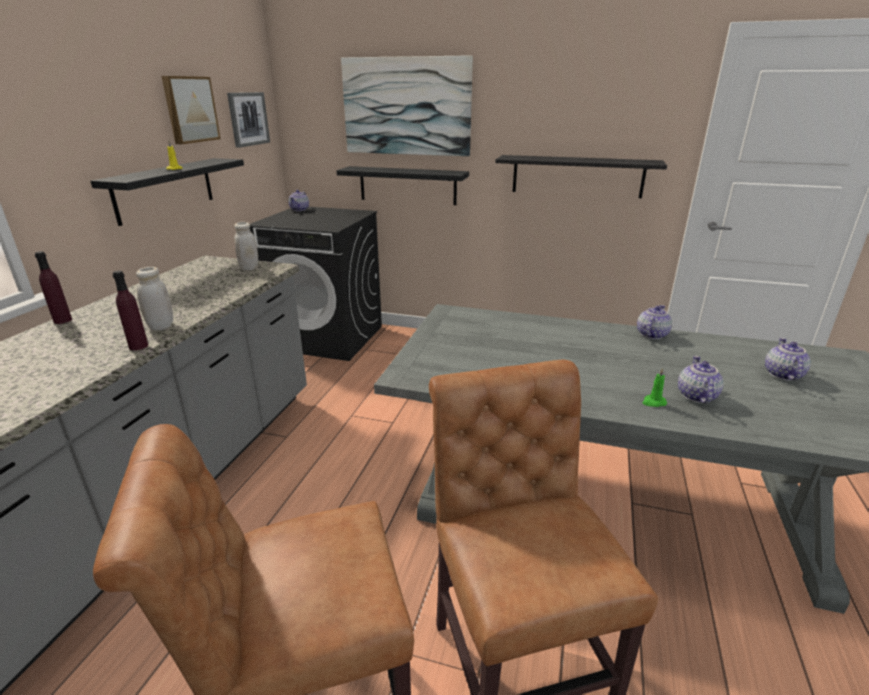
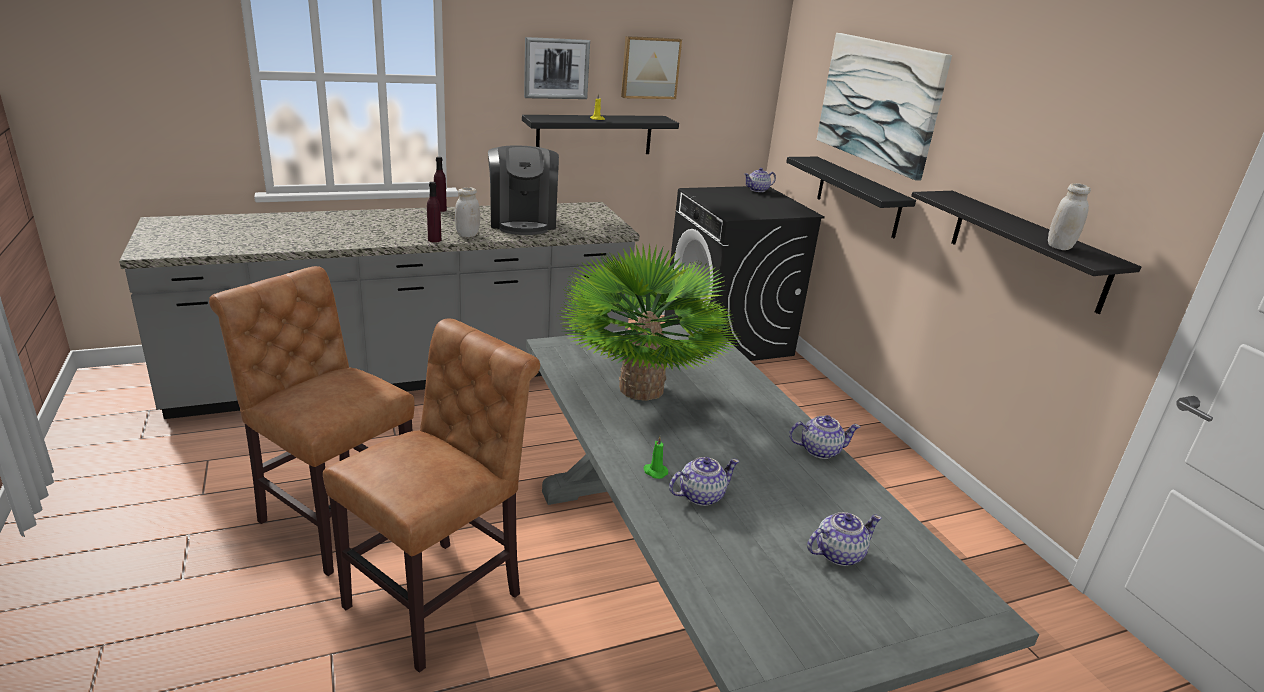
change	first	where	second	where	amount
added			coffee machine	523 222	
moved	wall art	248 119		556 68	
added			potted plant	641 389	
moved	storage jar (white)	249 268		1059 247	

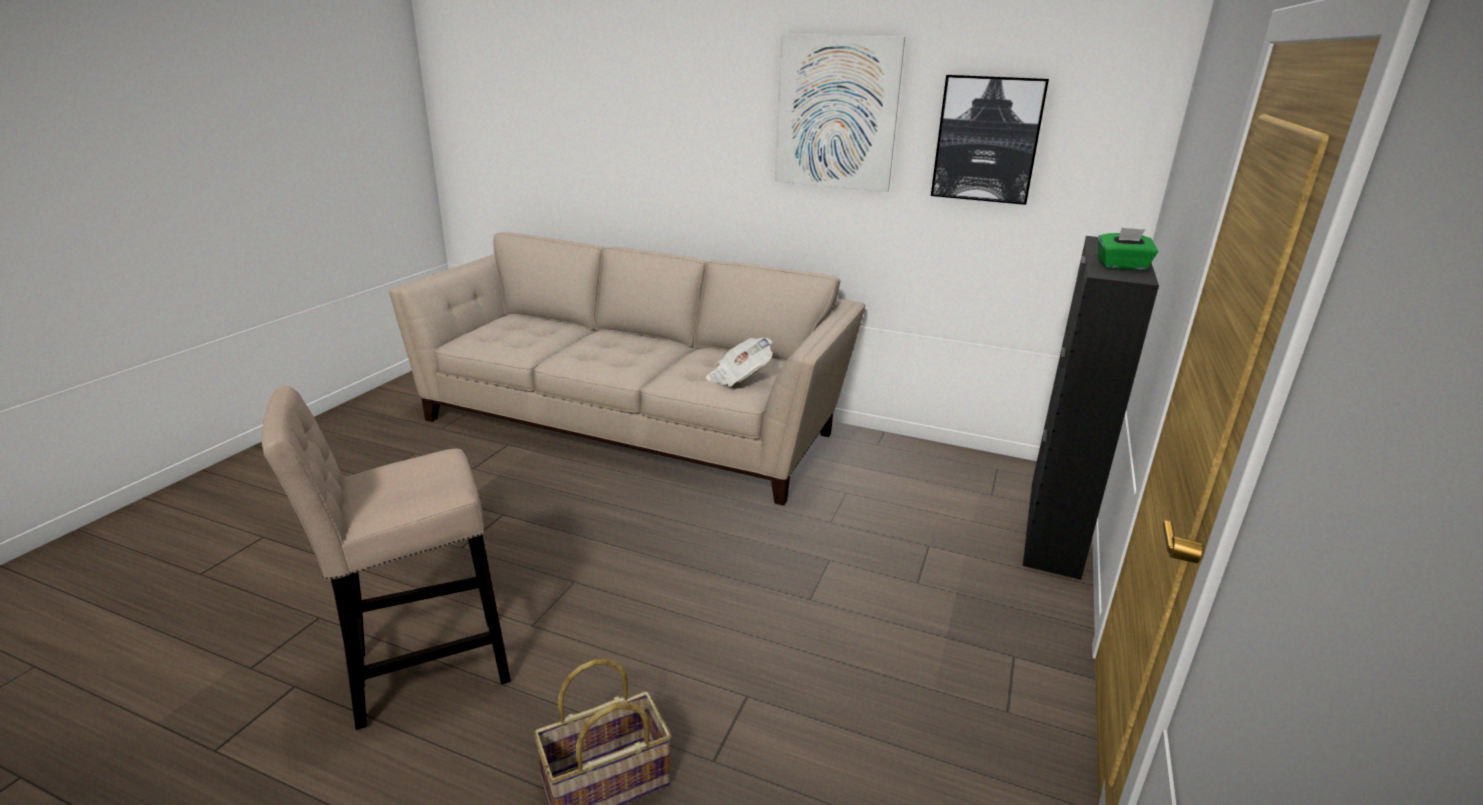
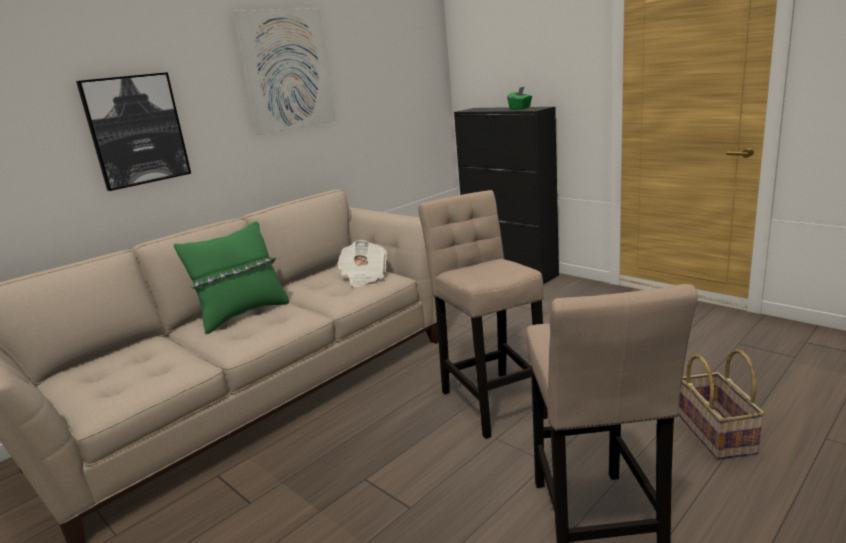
change	first	where	second	where	amount
moved	wall art	987 139		136 130	
added			throw pillow (green-coloured)	243 314	
added			stool (beige)	490 400	

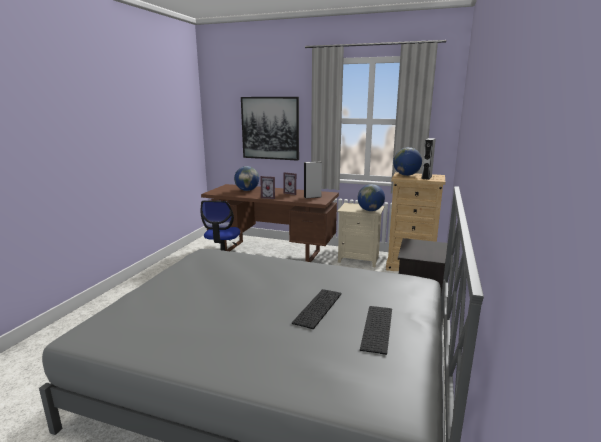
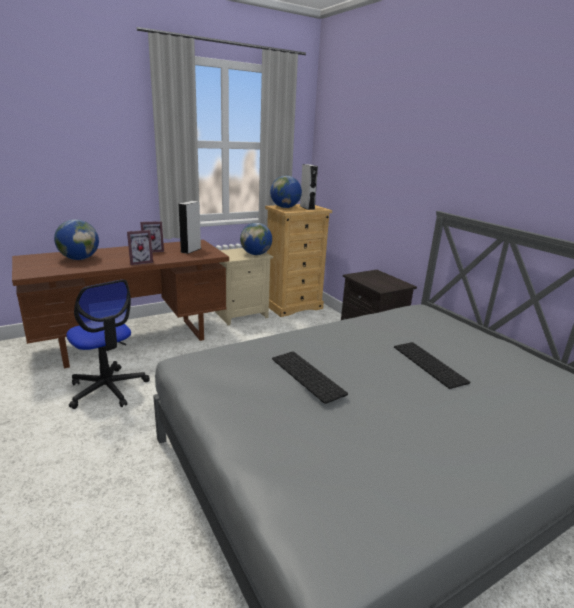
change	first	where	second	where	amount
moved	PC keyboard	378 329		309 376	
removed	wall art	270 128			

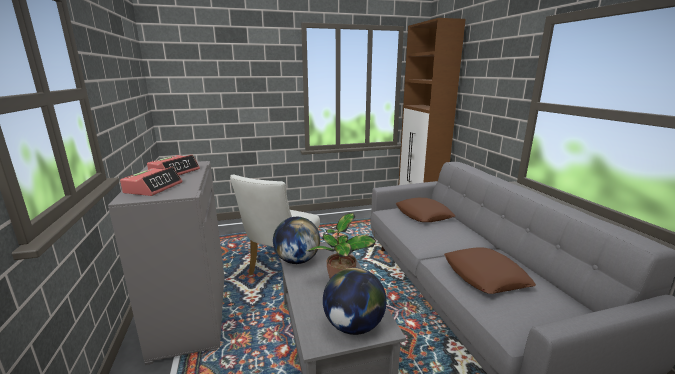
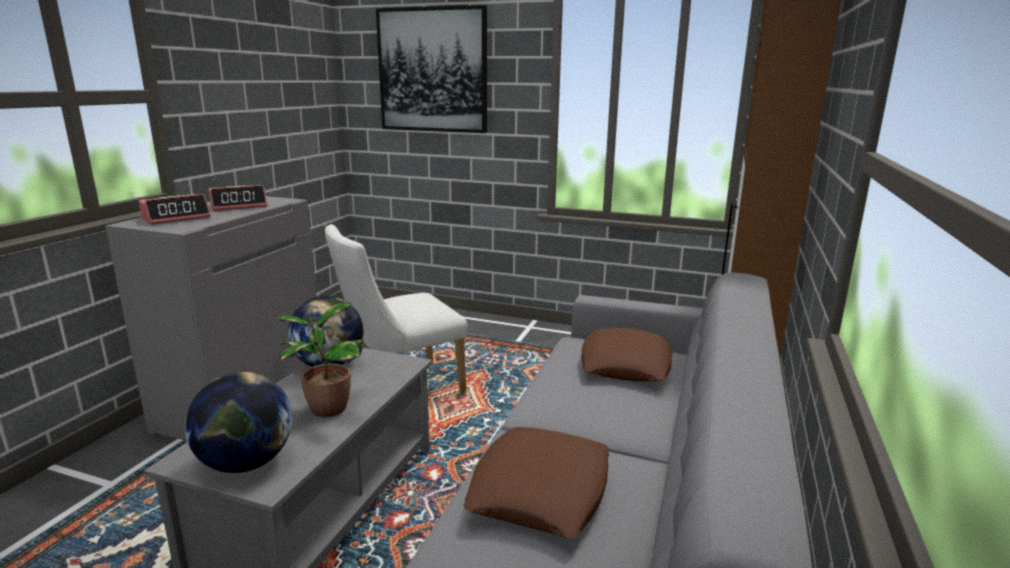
change	first	where	second	where	amount
added			wall art	432 70	

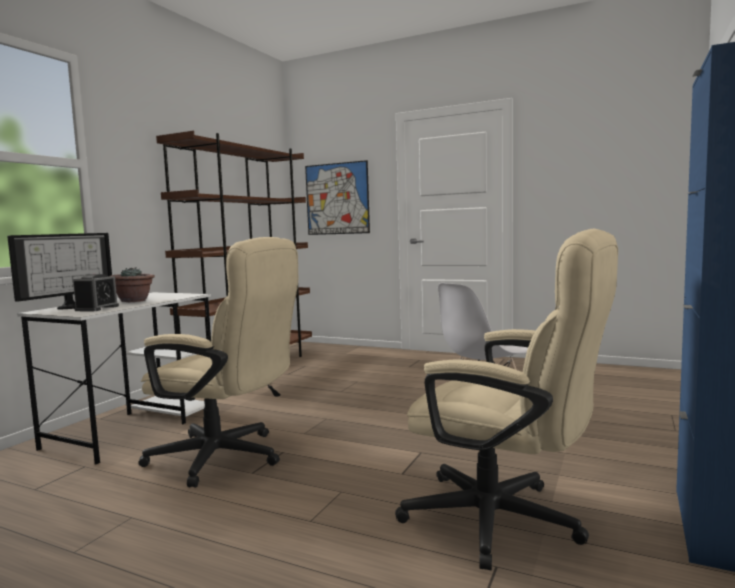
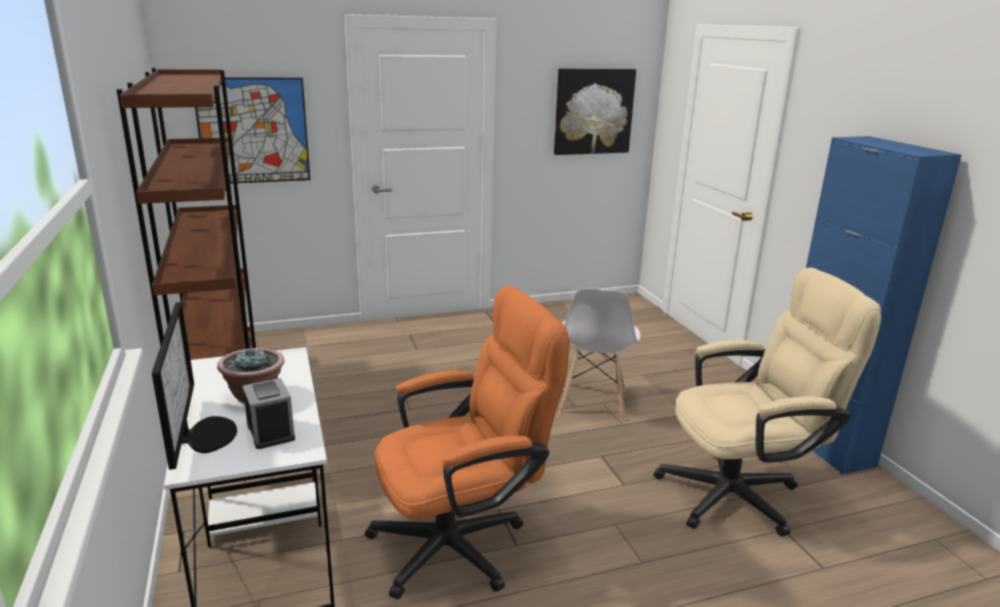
change	first	where	second	where	amount
recoloured	desk chair (beige)	227 458	desk chair (orangey)	463 542	
added			wall art	593 111	

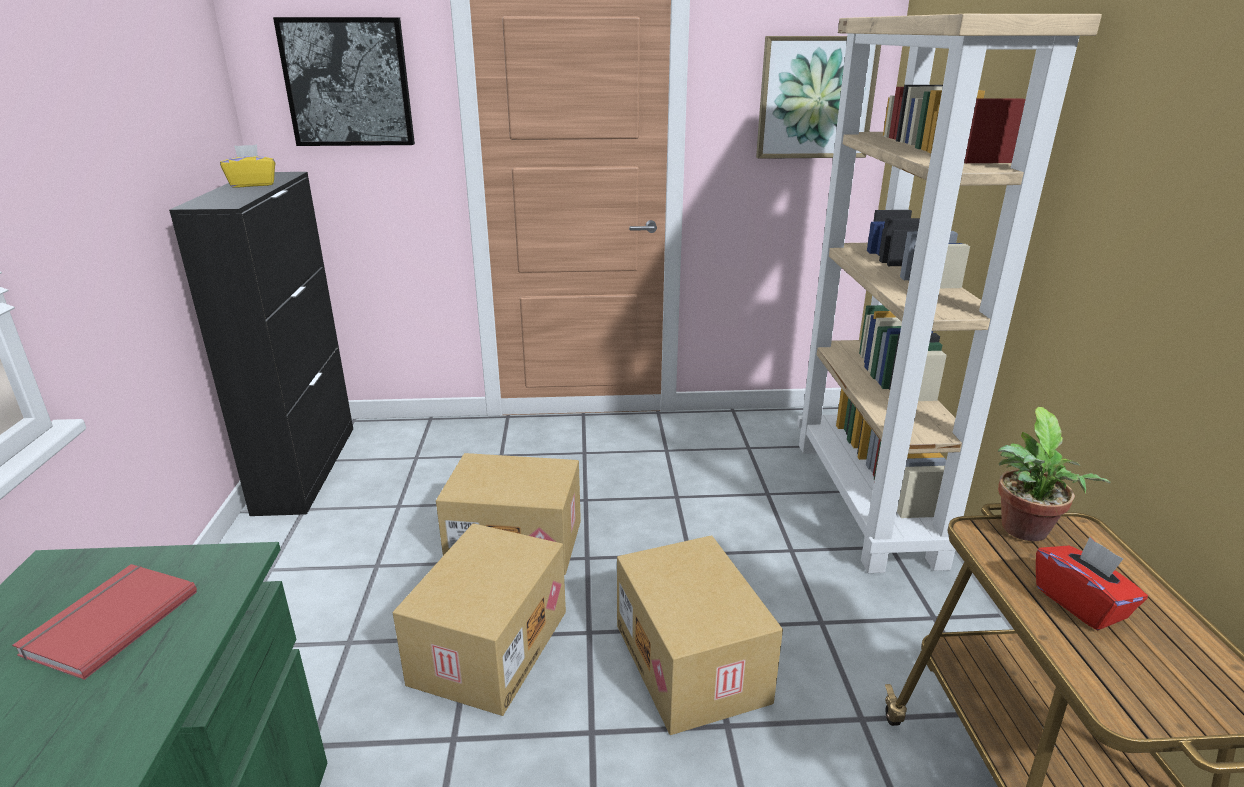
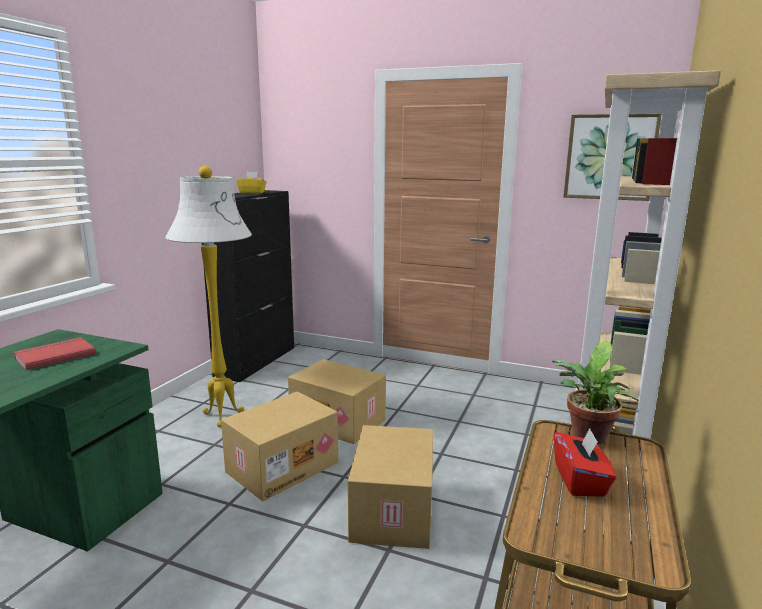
change	first	where	second	where	amount
added			floor lamp (white)	223 416	
removed	wall art	348 83			

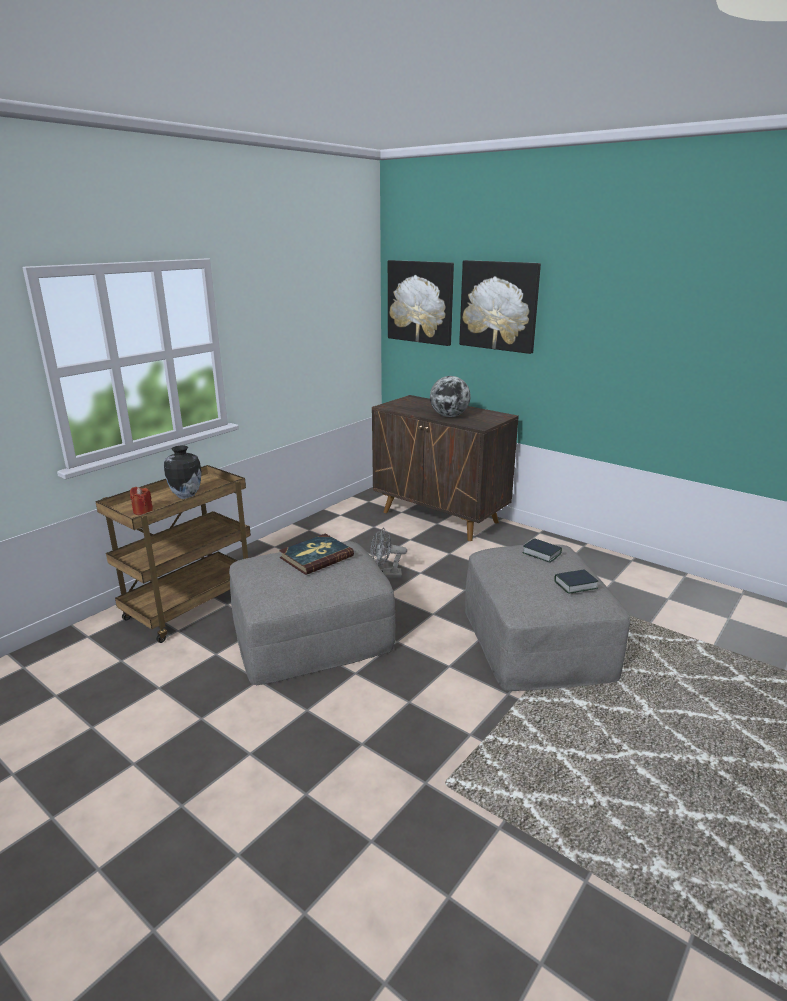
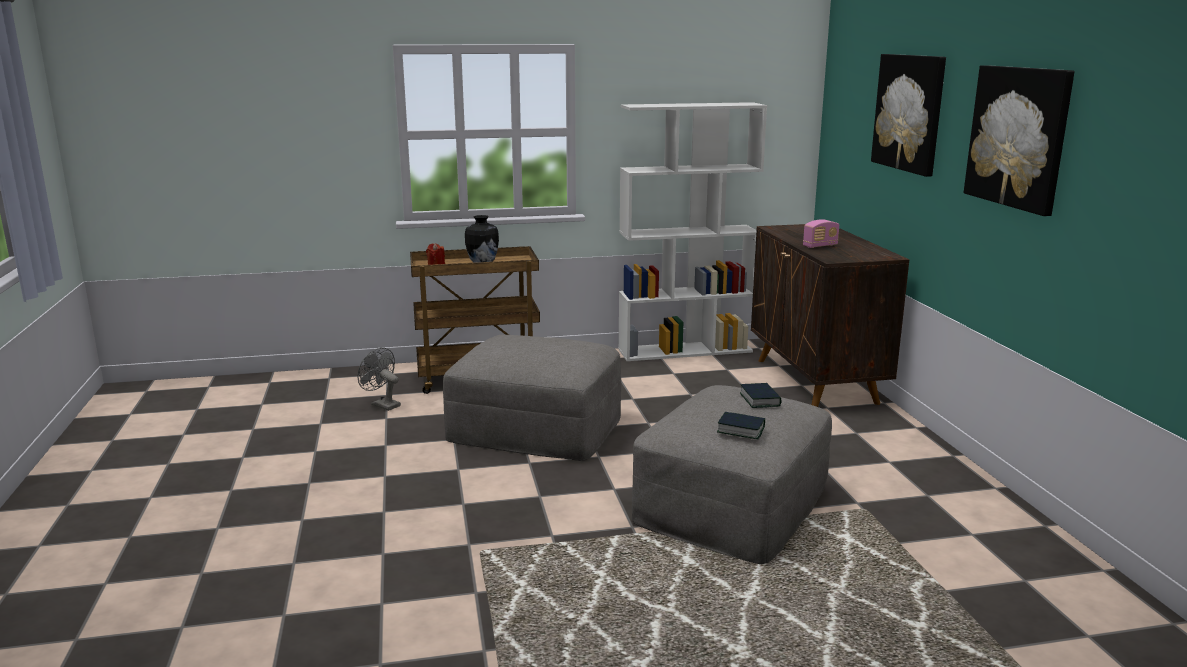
change	first	where	second	where	amount
moved	electric fan (gray)	385 575		382 404	
added			bookshelf (white)	685 350	
replaced	desk globe	449 416	radio	820 246	
moved	wall art	420 302		1018 137	
removed	book	316 557			

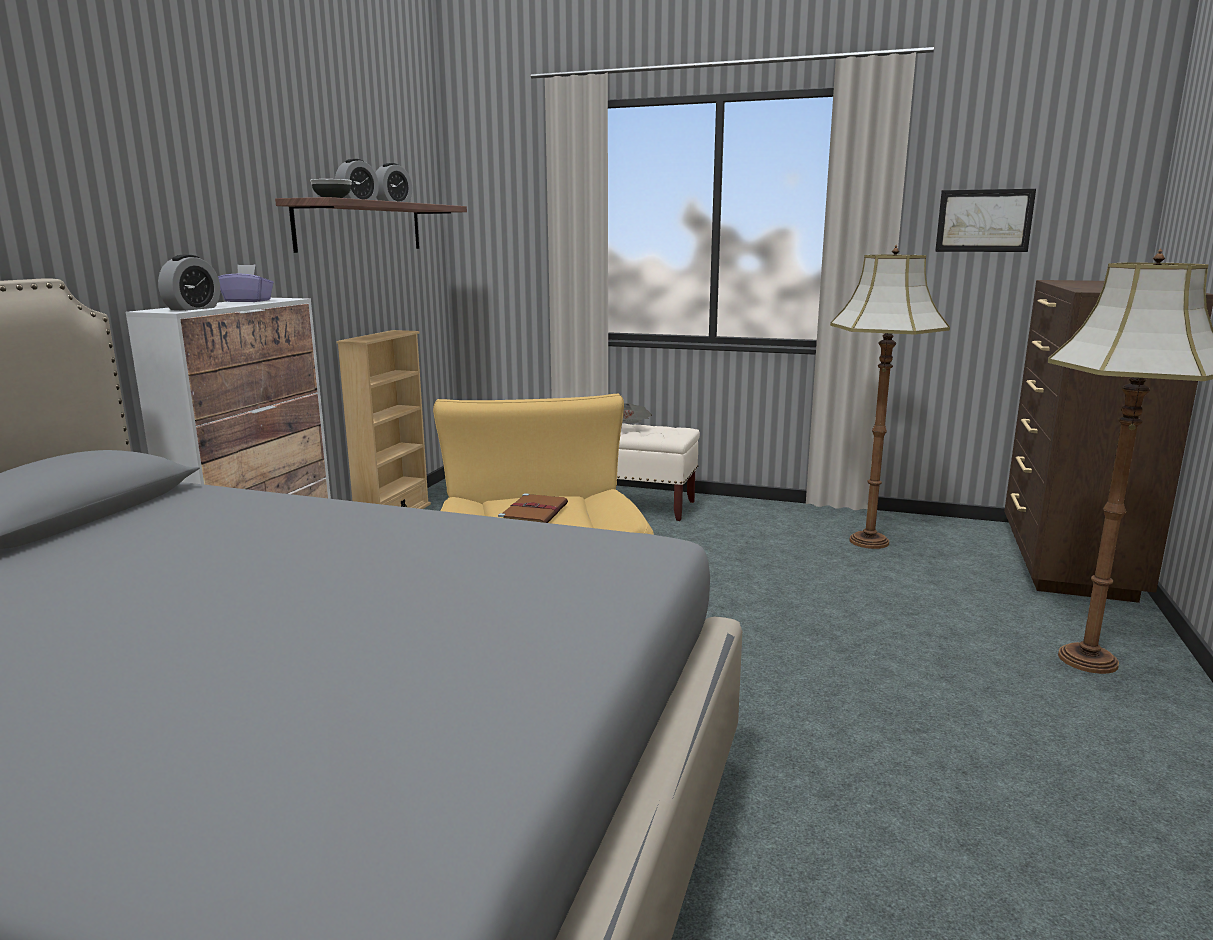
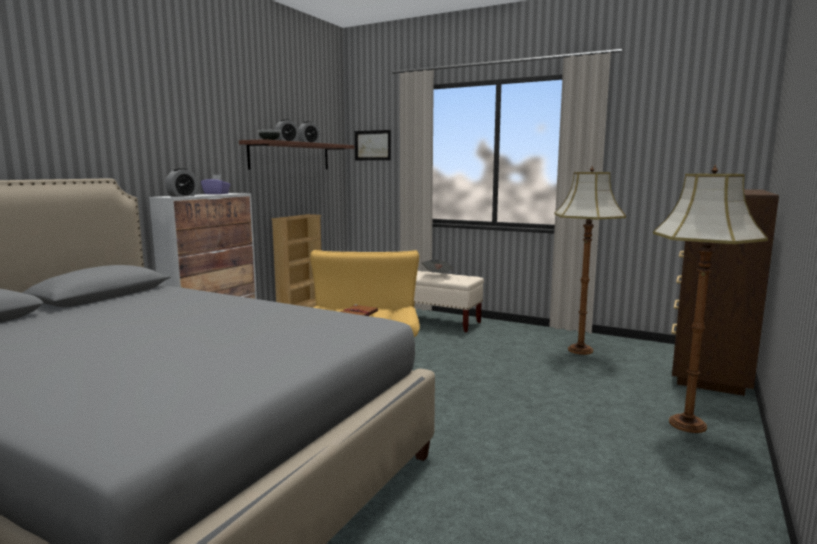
change	first	where	second	where	amount
moved	wall art	984 221		372 145	

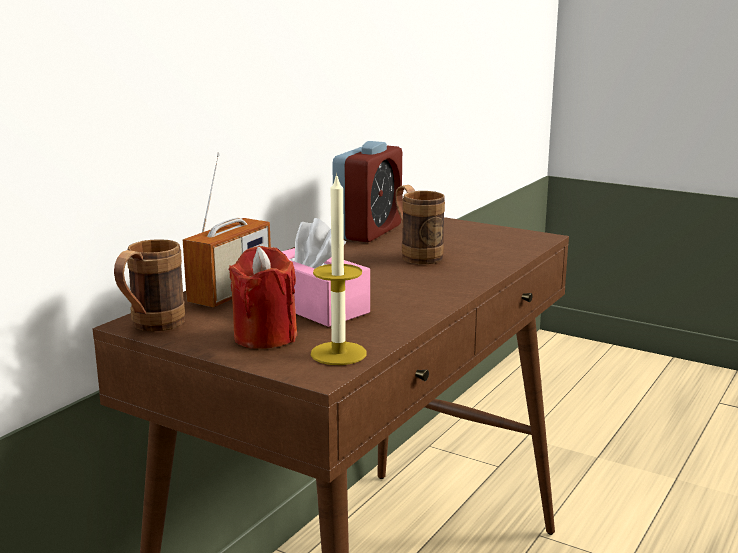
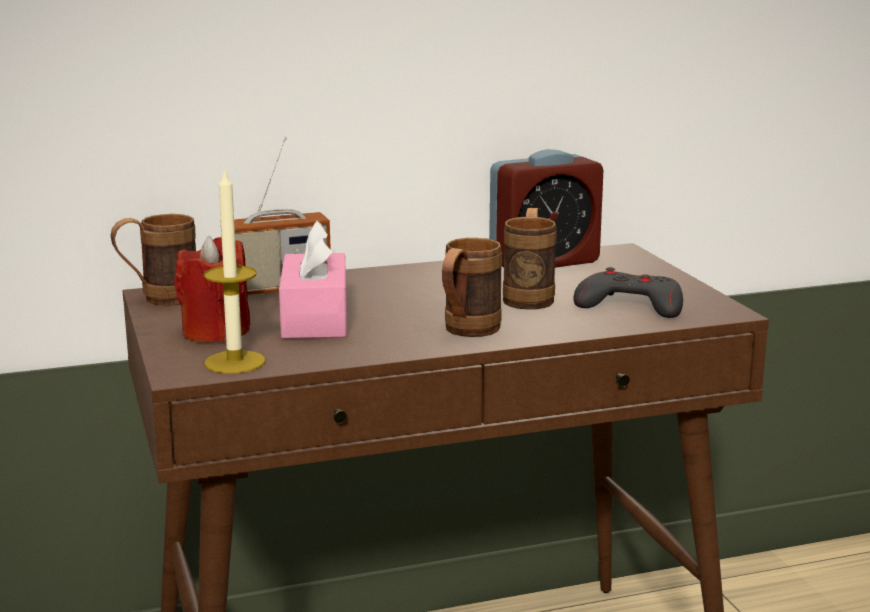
change	first	where	second	where	amount
added			coffee mug (brownish)	465 332	
added			gamepad (gray)	630 305	

